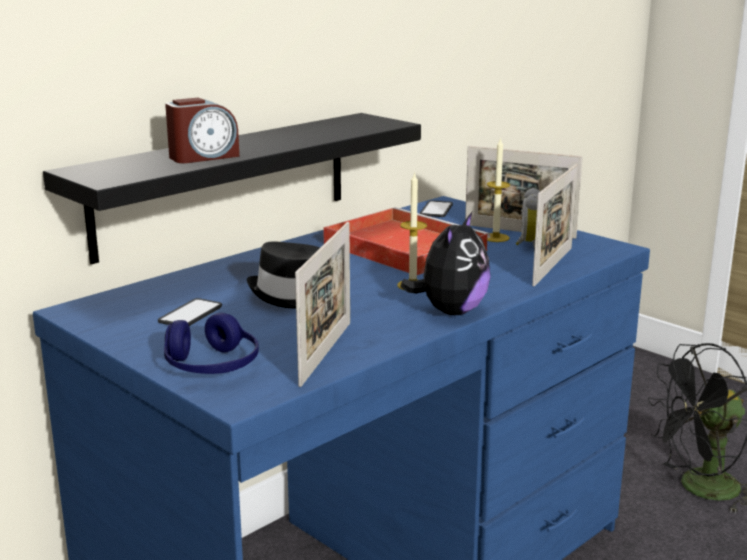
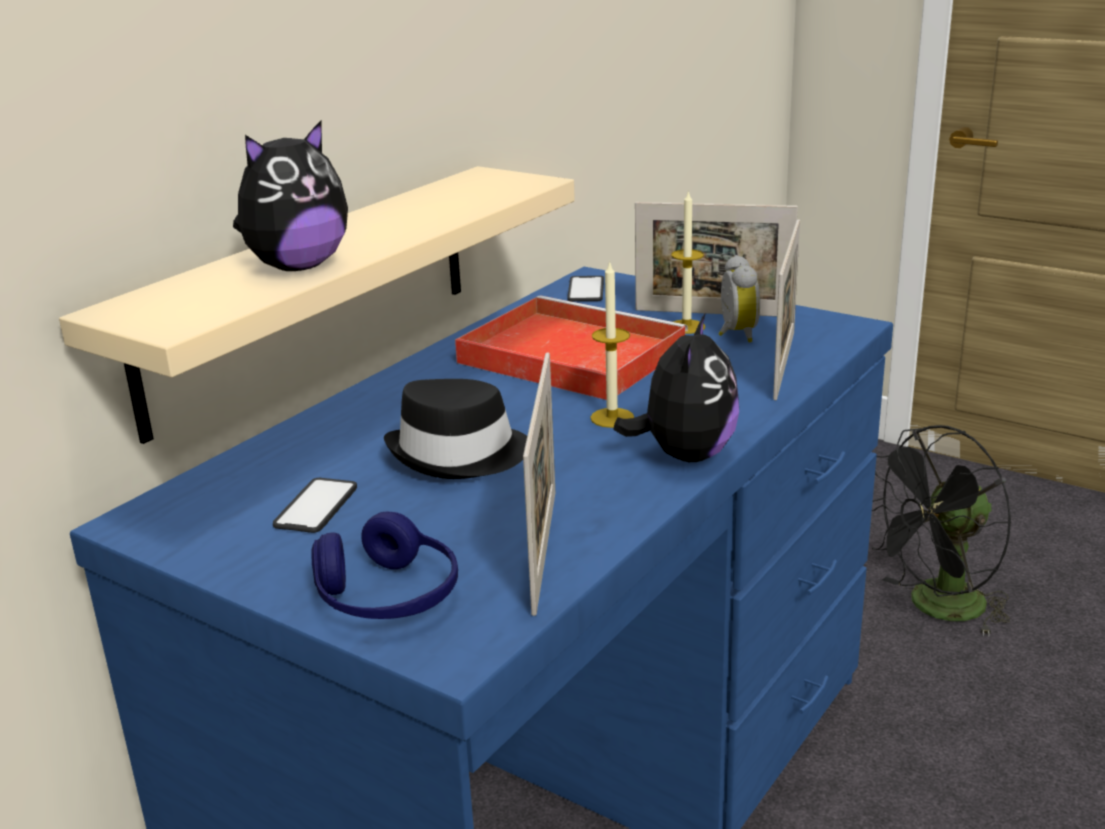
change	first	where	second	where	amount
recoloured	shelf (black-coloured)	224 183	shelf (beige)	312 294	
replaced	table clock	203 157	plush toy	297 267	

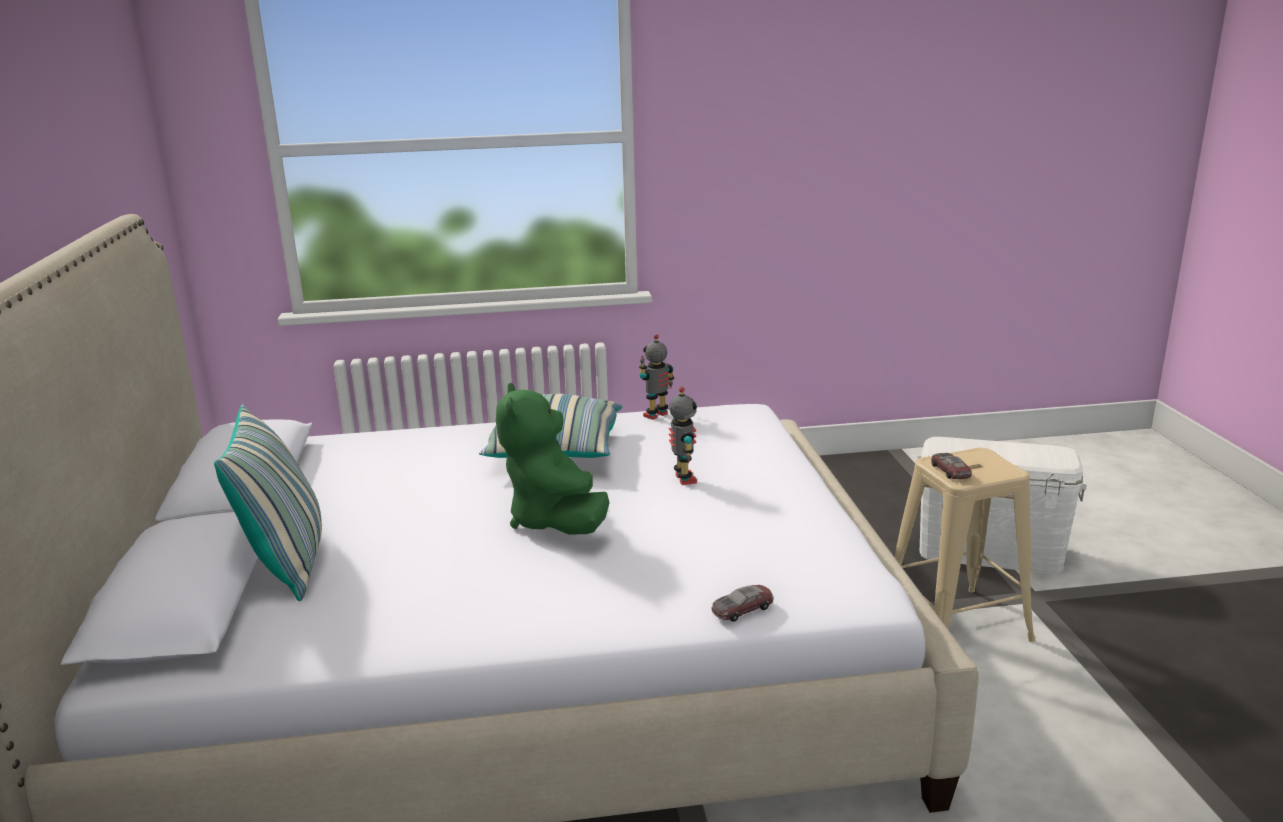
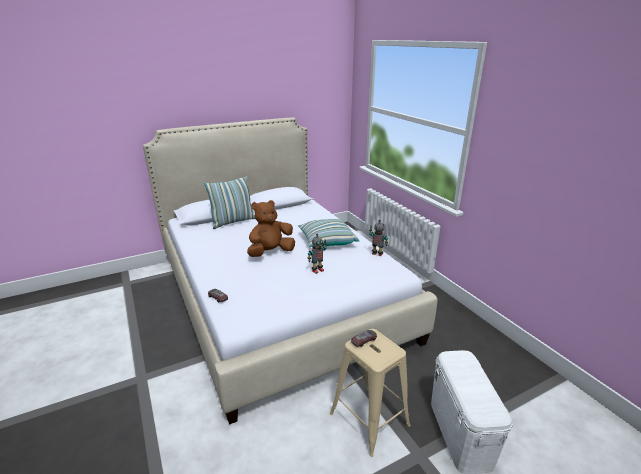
change	first	where	second	where	amount
recoloured	plush toy (green-coloured)	555 521	plush toy (brownish)	271 252	

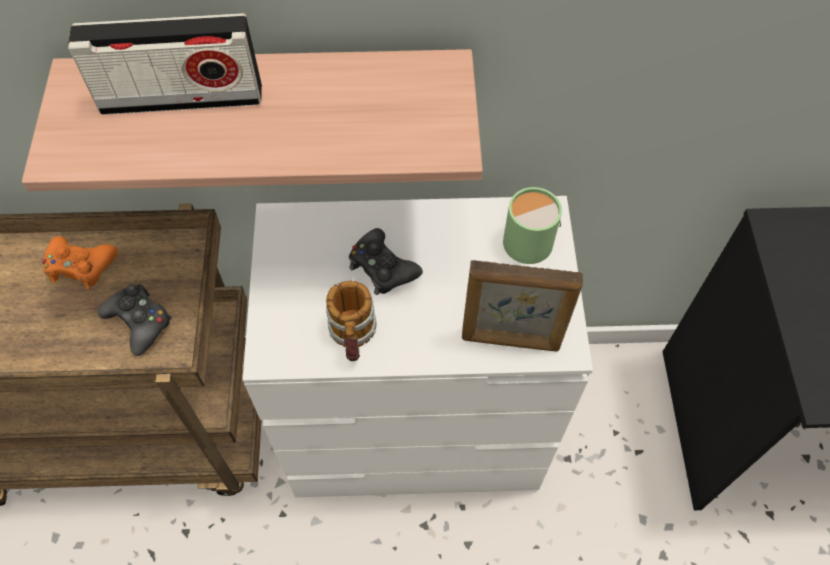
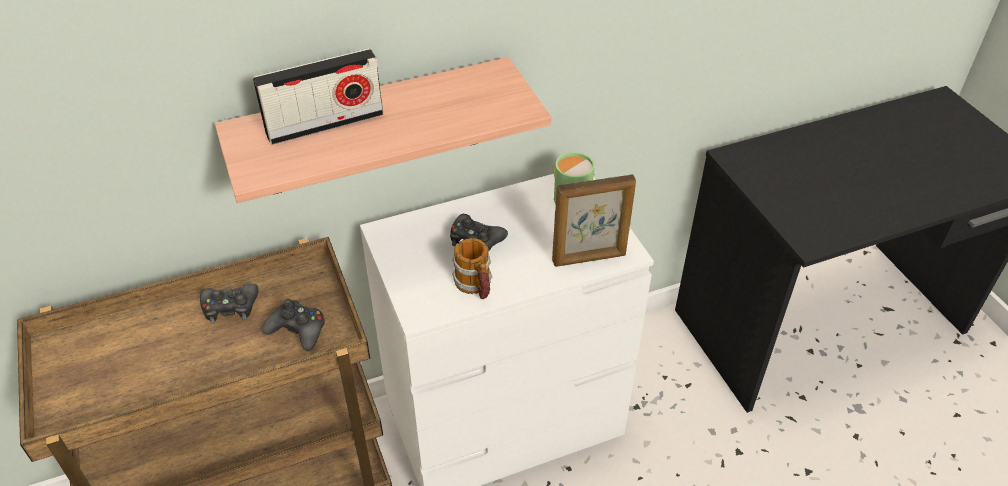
change	first	where	second	where	amount
recoloured	gamepad (orangey)	80 266	gamepad (black-coloured)	230 307	

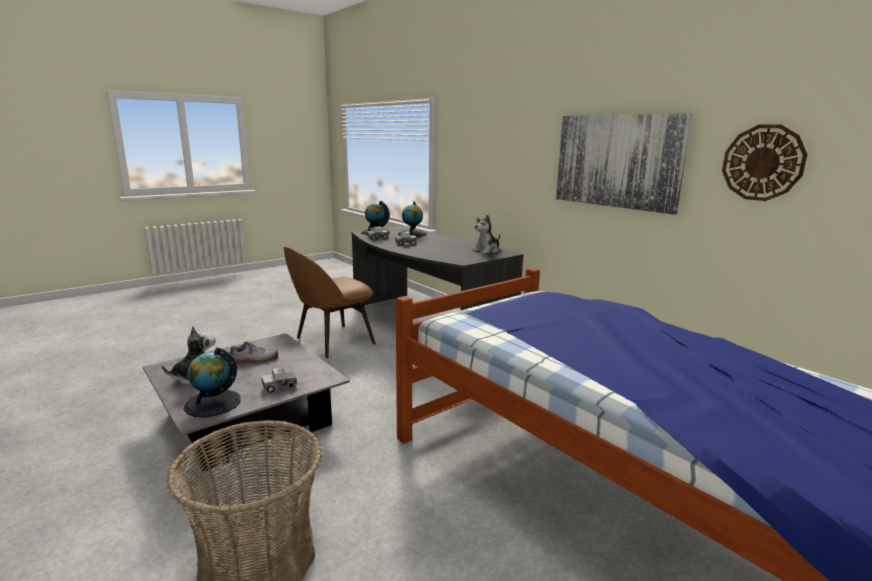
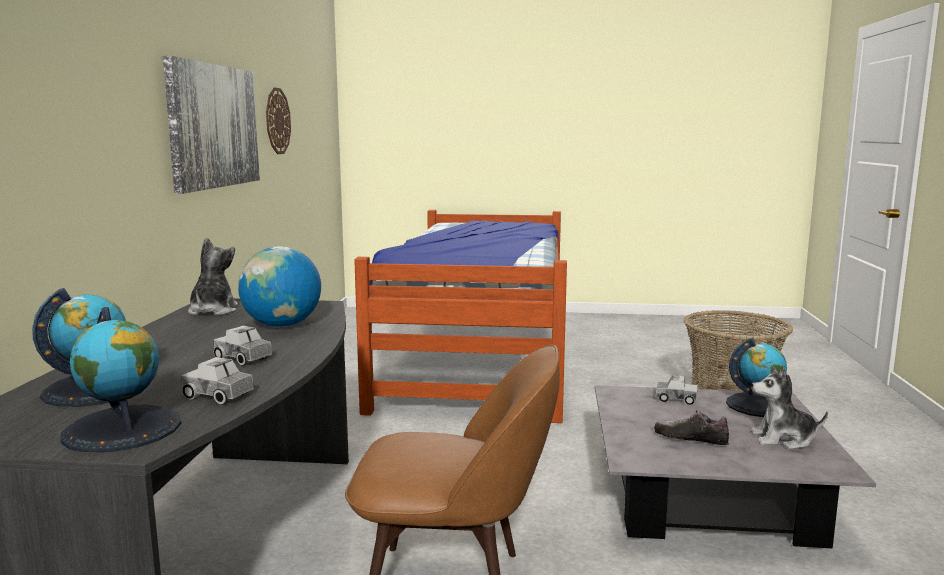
change	first	where	second	where	amount
turned	plush toy	487 251		213 311	90 degrees counterclockwise
added			desk globe	282 325	

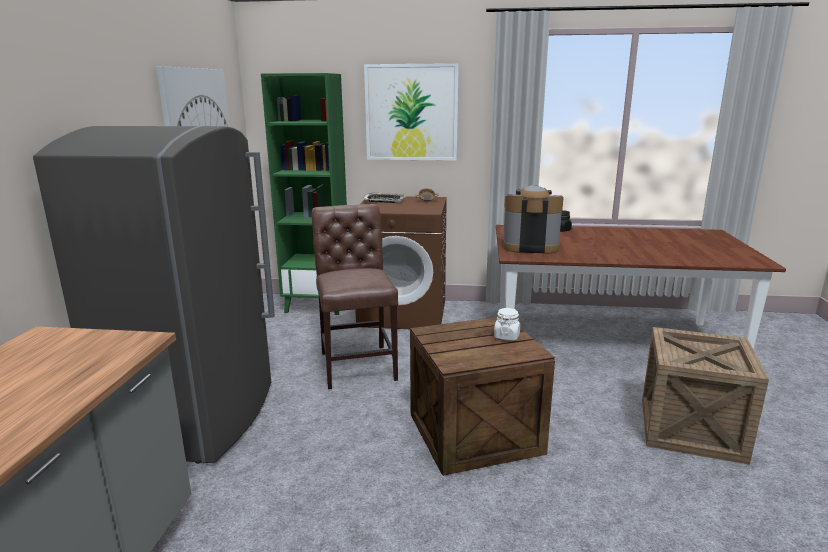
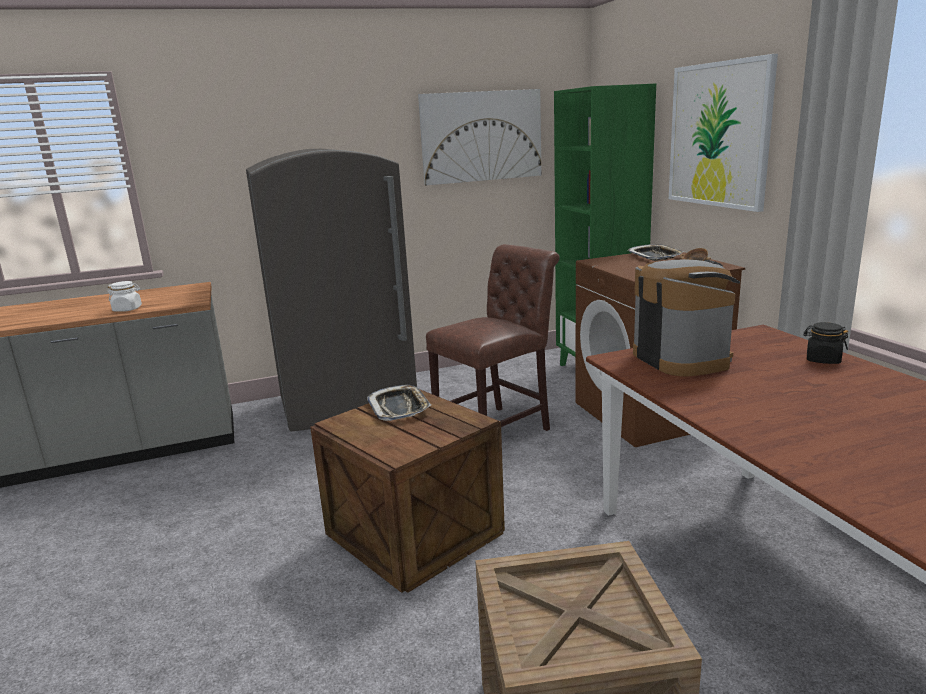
change	first	where	second	where	amount
moved	storage jar (white)	506 336		127 309	
added			carrying tray	399 408	

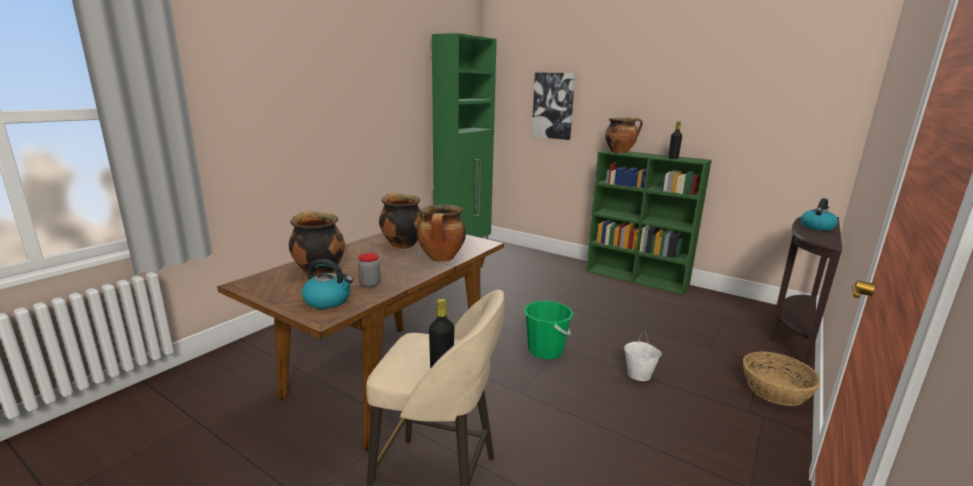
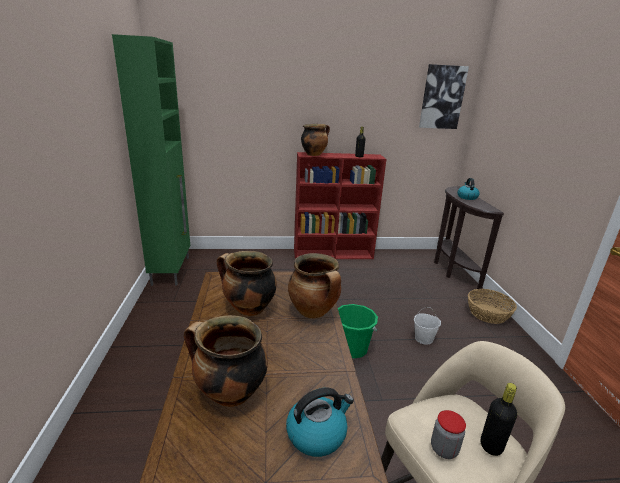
change	first	where	second	where	amount
recoloured	bookshelf (green-coloured)	637 278	bookshelf (red-coloured)	334 254	
moved	wall art	553 106		442 97	
moved	storage jar	370 284		444 449	

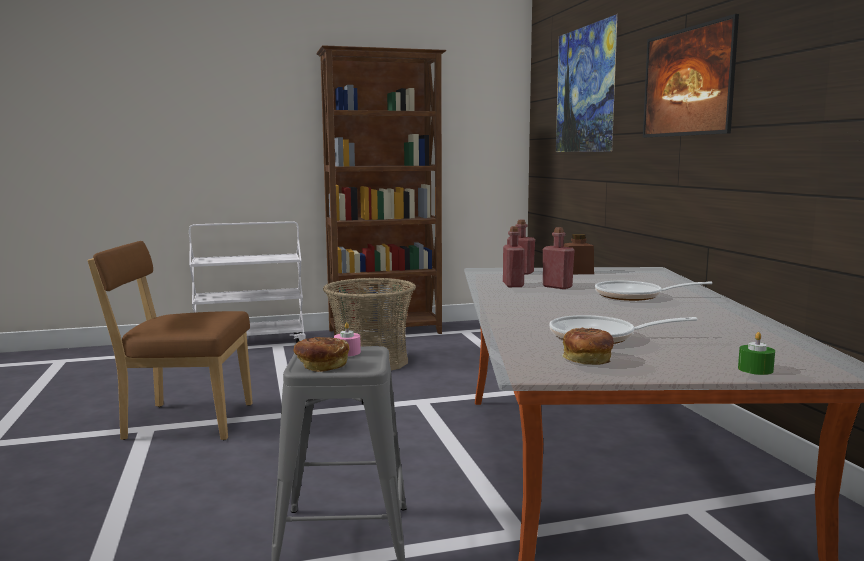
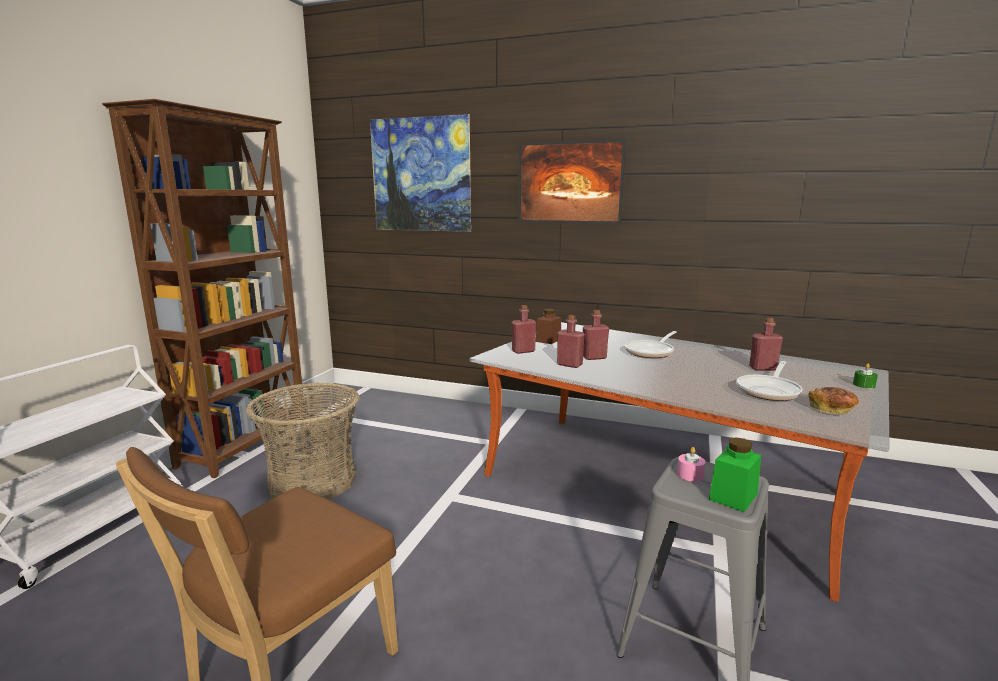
change	first	where	second	where	amount
replaced	bread	321 365	storage jar (green-coloured)	733 496	
added			bottle (red-coloured)	763 368	

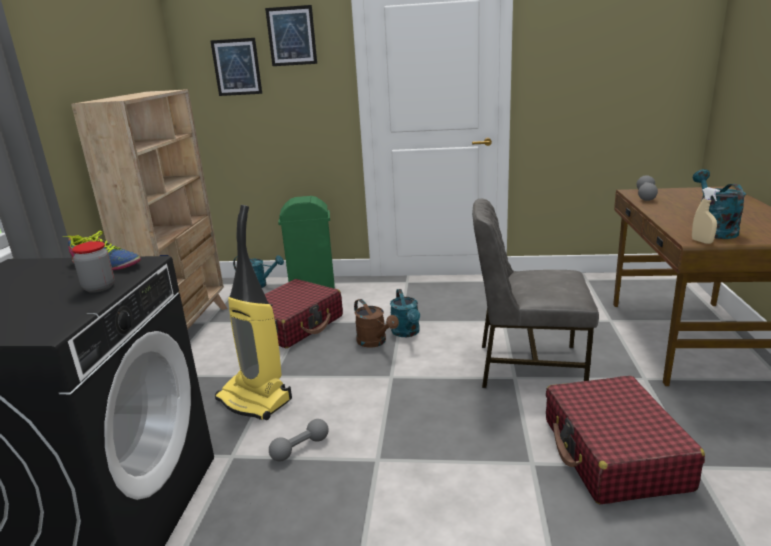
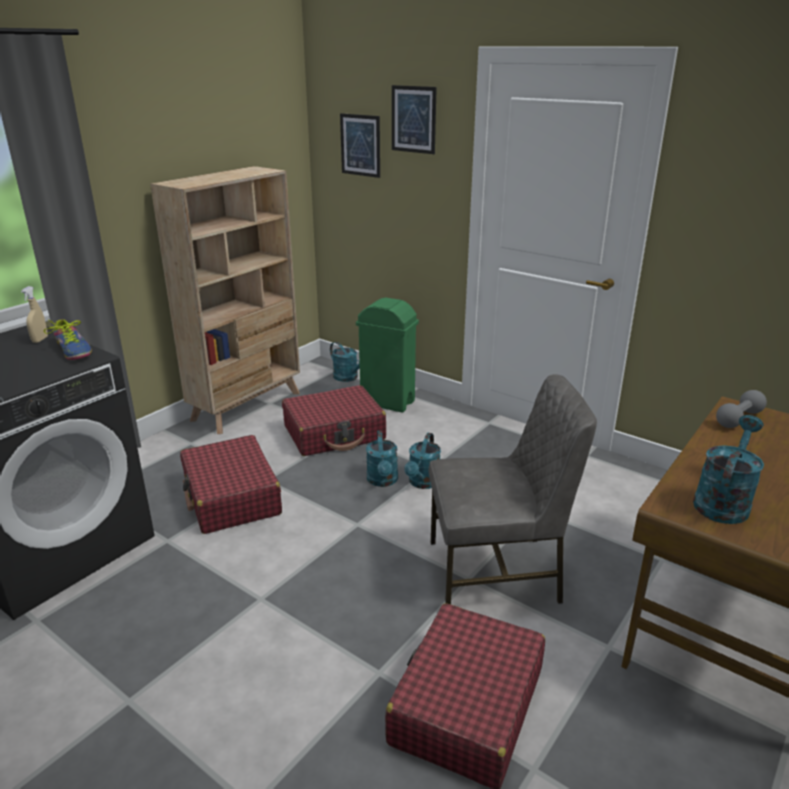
change	first	where	second	where	amount
moved	spray bottle (beige)	702 241		40 340	
replaced	vacuum cleaner	256 400	piece of luggage (red-coloured)	231 497	
recoloured	watering pot (brownish)	375 342	watering pot (blue-green)	383 481	
turned	chair (gray)	527 367		496 573	135 degrees clockwise
removed	storage jar	99 288			
removed	dumbbell (gray)	300 448			

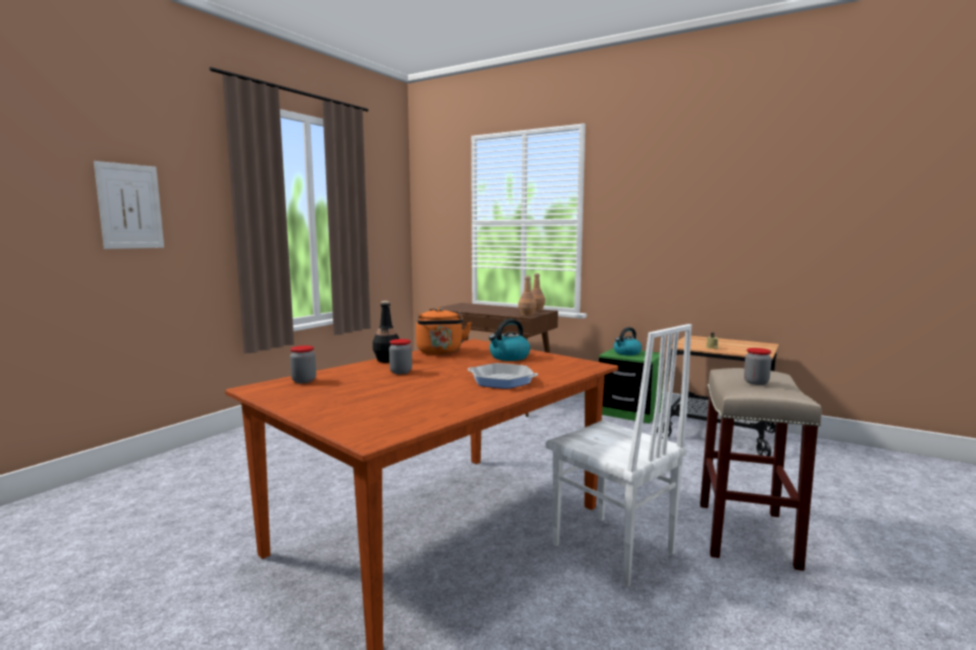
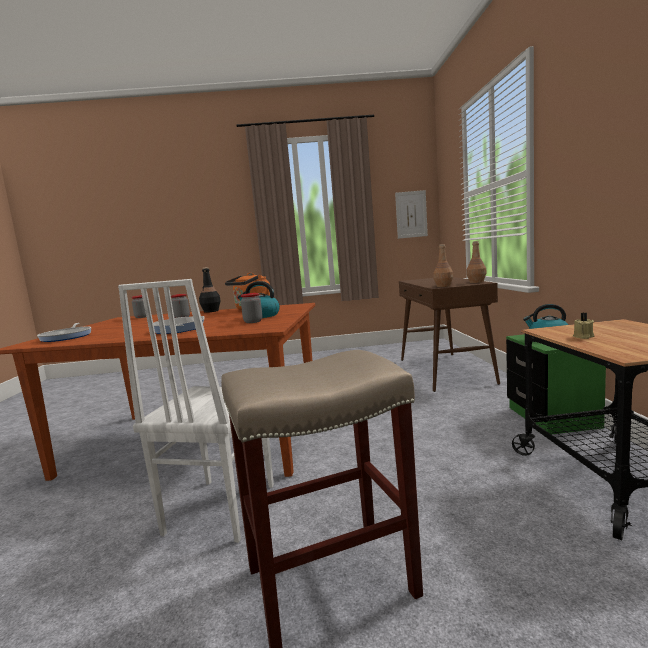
change	first	where	second	where	amount
added			pan	67 336	
moved	storage jar	756 382		253 322	
moved	wall art	130 206		411 214	

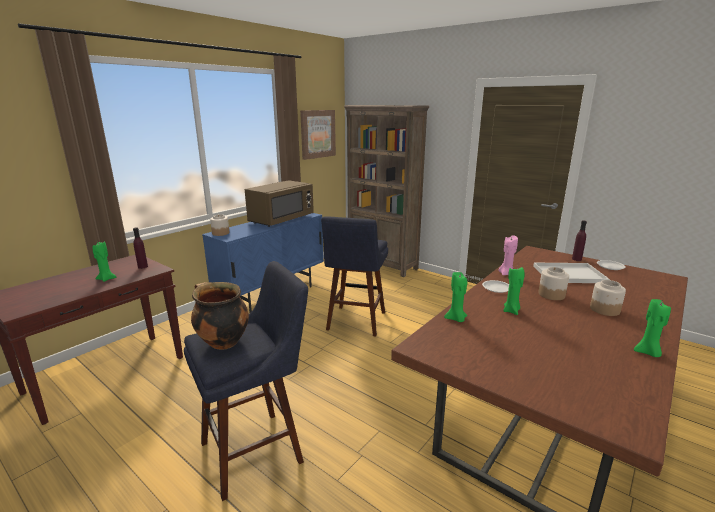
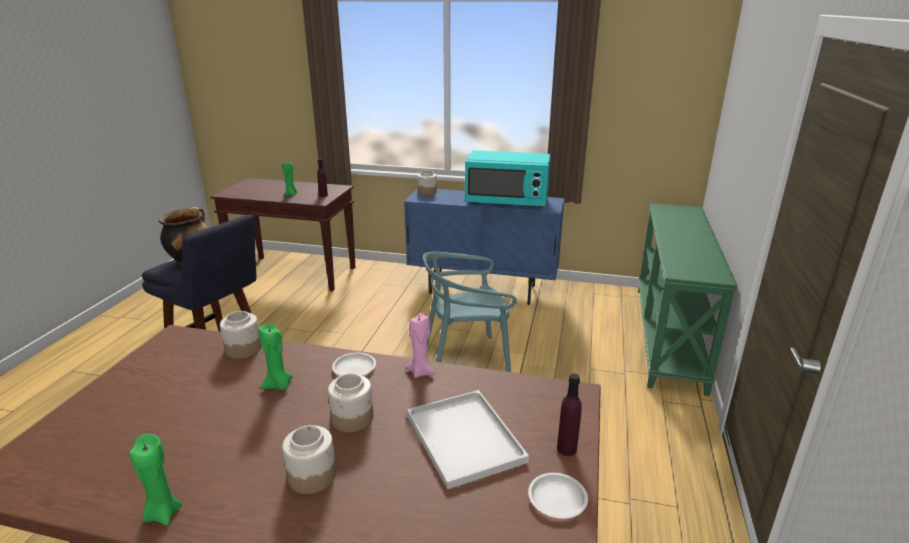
change	first	where	second	where	amount
replaced	candle (green-coloured)	456 319	storage jar	243 349	
replaced	stool (blue-coloured)	355 323	chair (blue-green)	466 361	
recoloured	microwave (brownish)	281 219	microwave (blue-green)	507 201	
replaced	bookshelf (brownish)	382 265	console table (green-coloured)	669 336	
removed	wall art	317 134			

